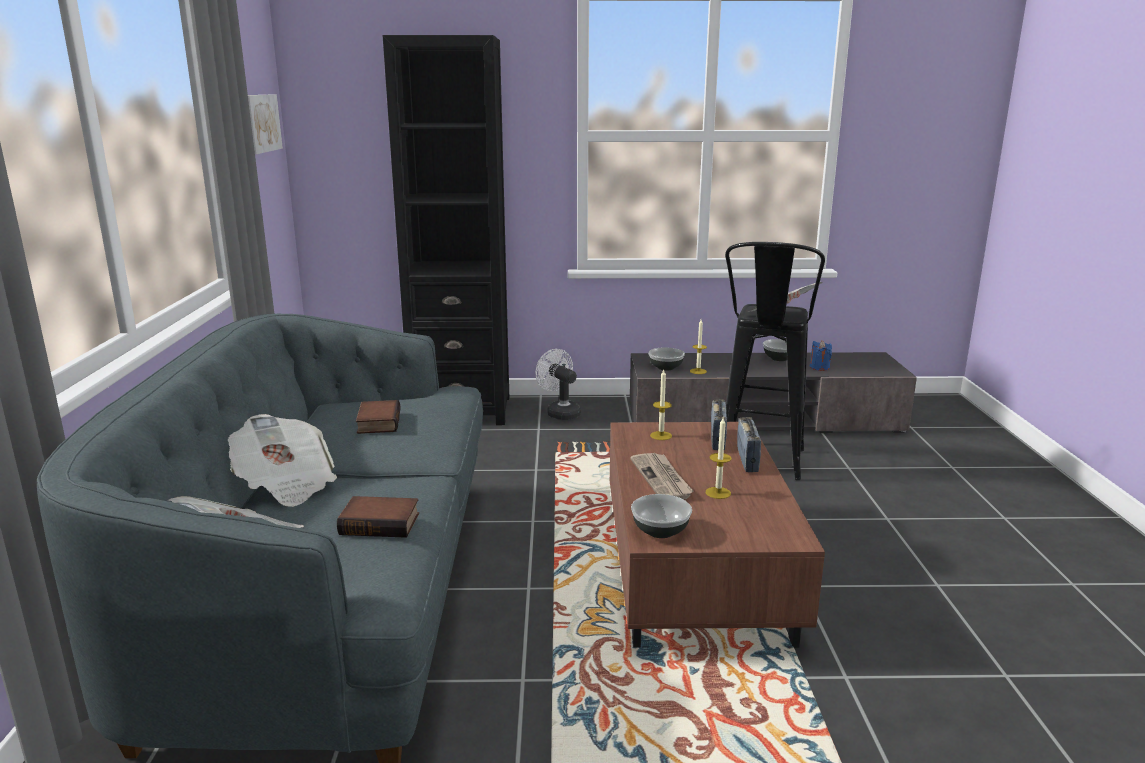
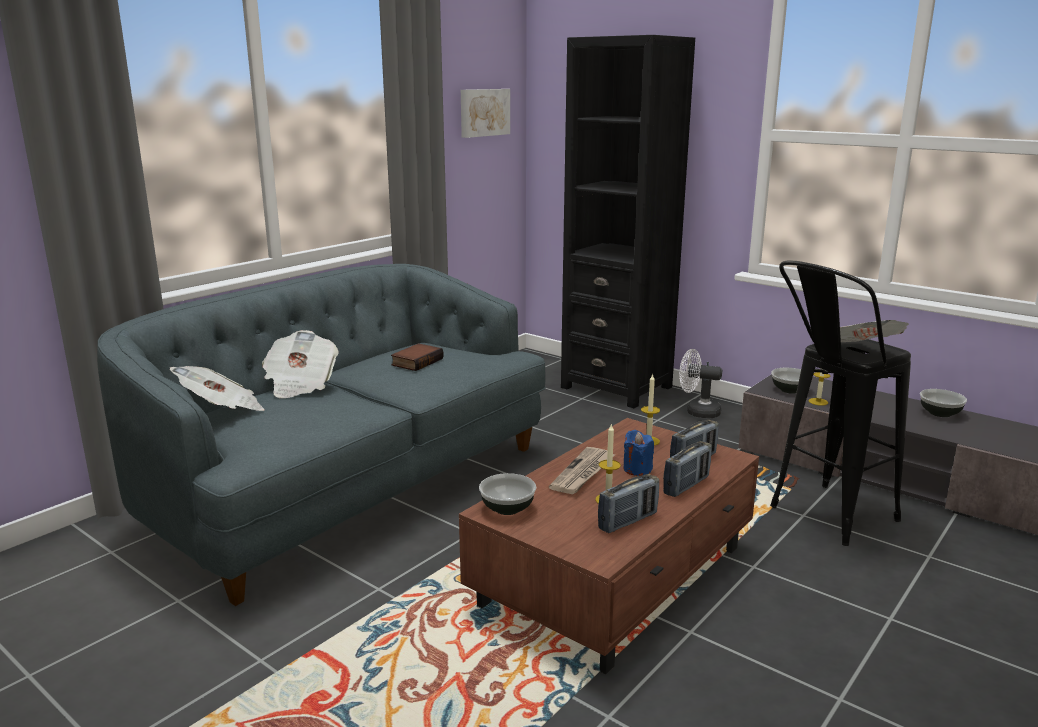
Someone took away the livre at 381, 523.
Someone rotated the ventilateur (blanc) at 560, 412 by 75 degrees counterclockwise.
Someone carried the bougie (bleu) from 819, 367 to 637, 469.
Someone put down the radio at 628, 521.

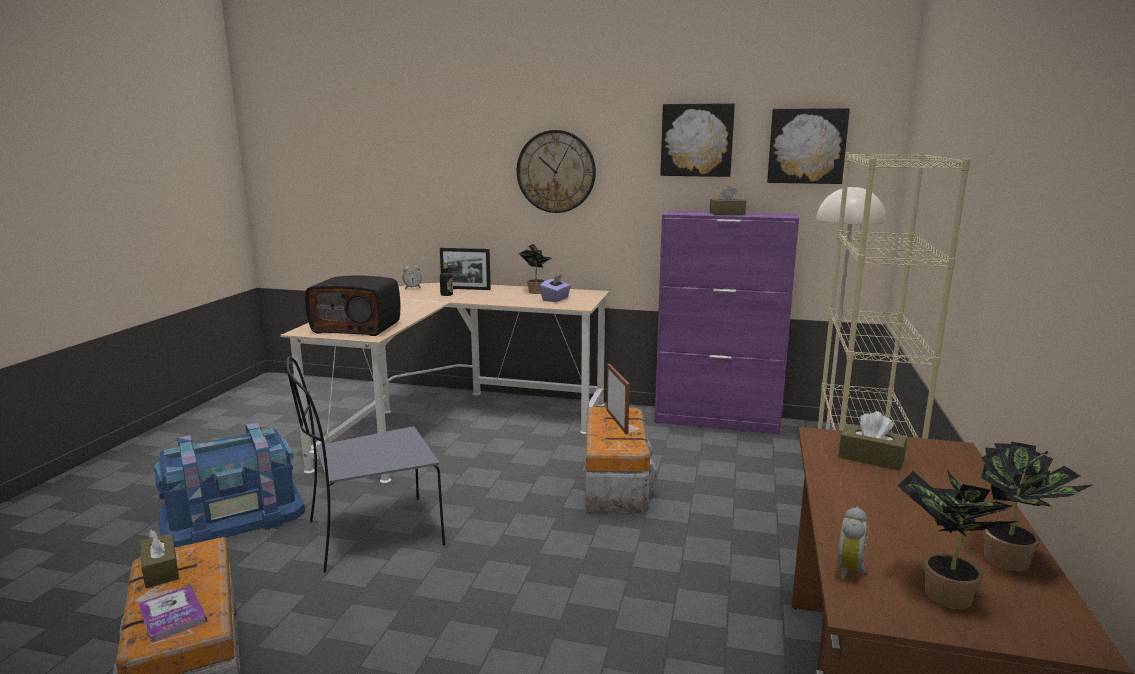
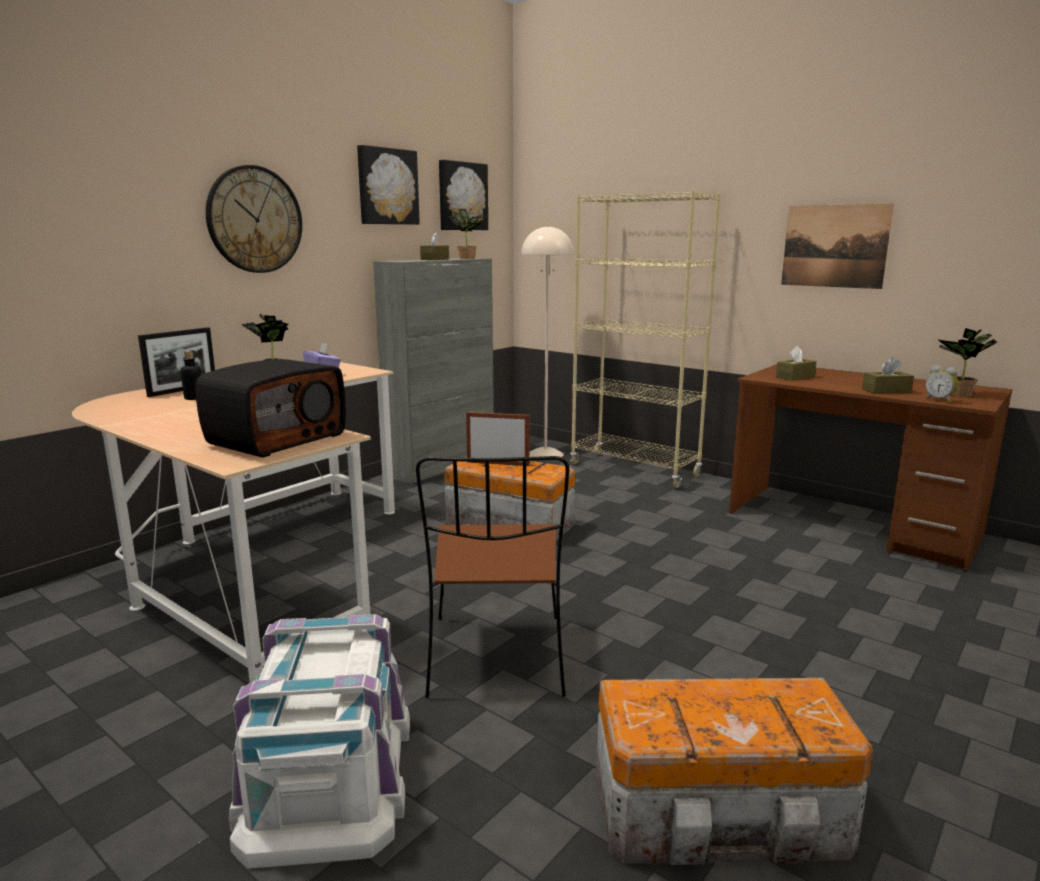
Someone took away the livre at 172, 615.
Someone carried the boîte à mouchoirs (marron) from 161, 570 to 886, 391.
Someone repainted the boîte de rangement (bleu) at 233, 514, which became the boîte de rangement (blanc) at 327, 773.
Someone repainted the chaise (gris) at 371, 534, which became the chaise (marron) at 497, 658.
Someone took away the réveil at 412, 288.
Someone repainted the meuble de rangement (violet) at 717, 421, which became the meuble de rangement (gris) at 442, 465.
Someone carried the plante en pot from 1013, 562 to 469, 258.
Someone put up the tableau at 834, 246.

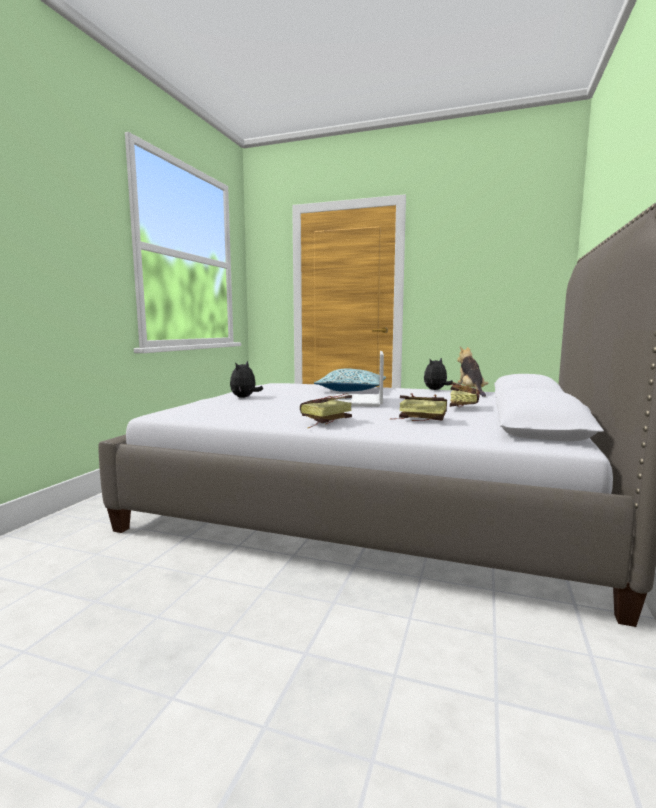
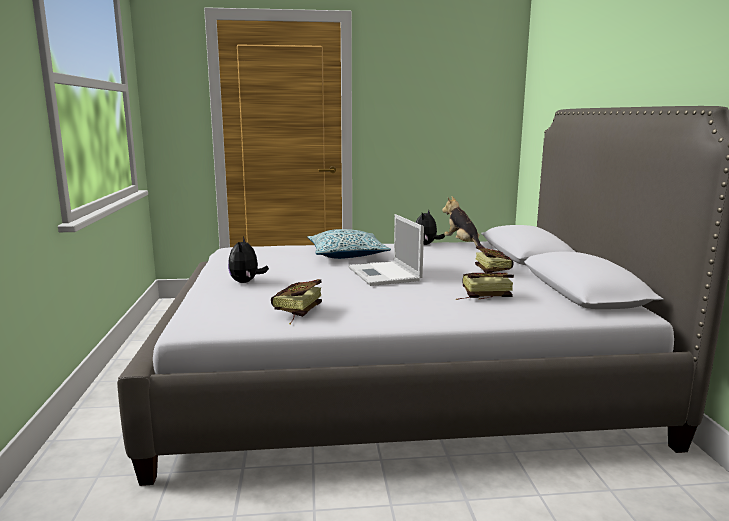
Someone carried the livre from 322, 423 to 295, 313.

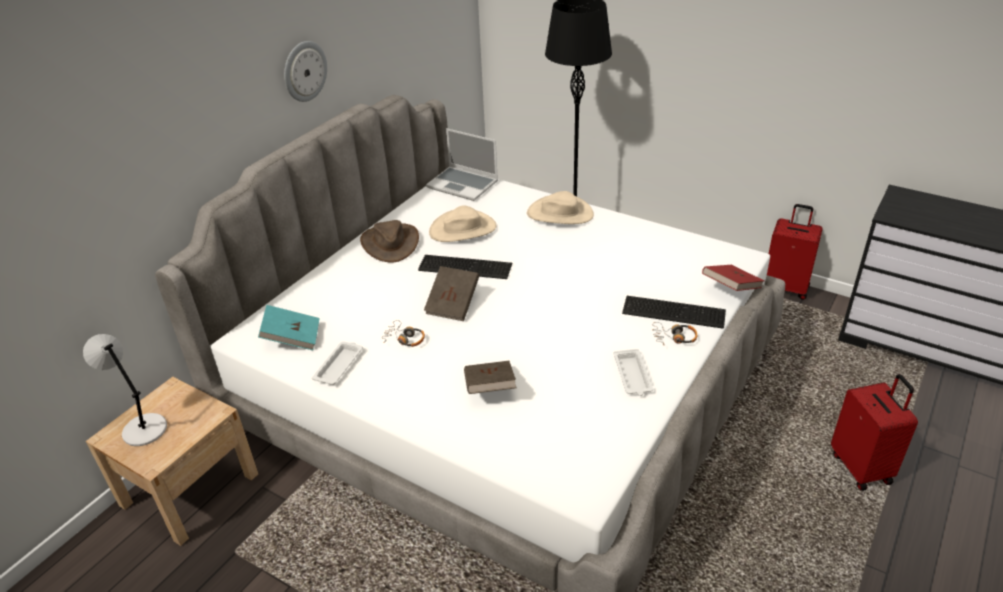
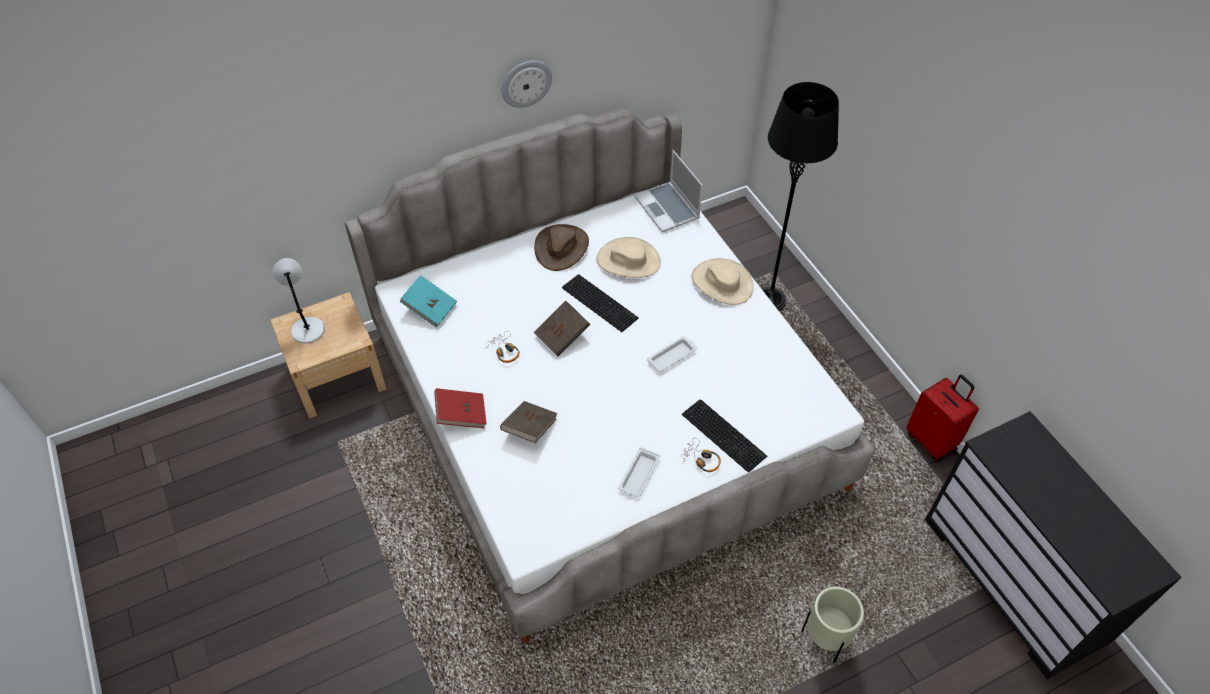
Someone carried the plateau (blanc) from 339, 365 to 672, 356.
Someone carried the livre (rouge) from 731, 288 to 461, 415.
Someone swapped the valise (rouge) at 862, 467 for the cache-pot (beige) at 825, 640.

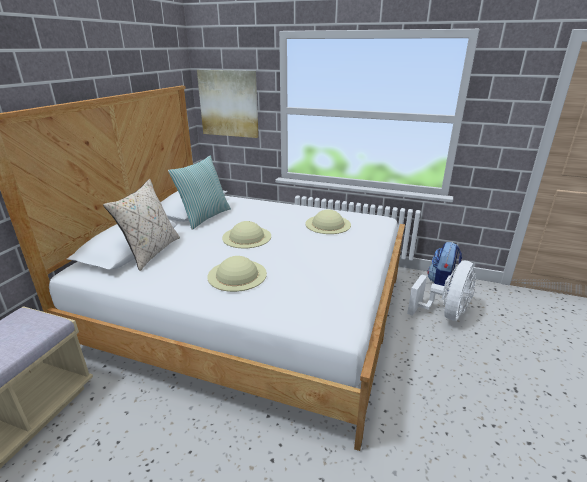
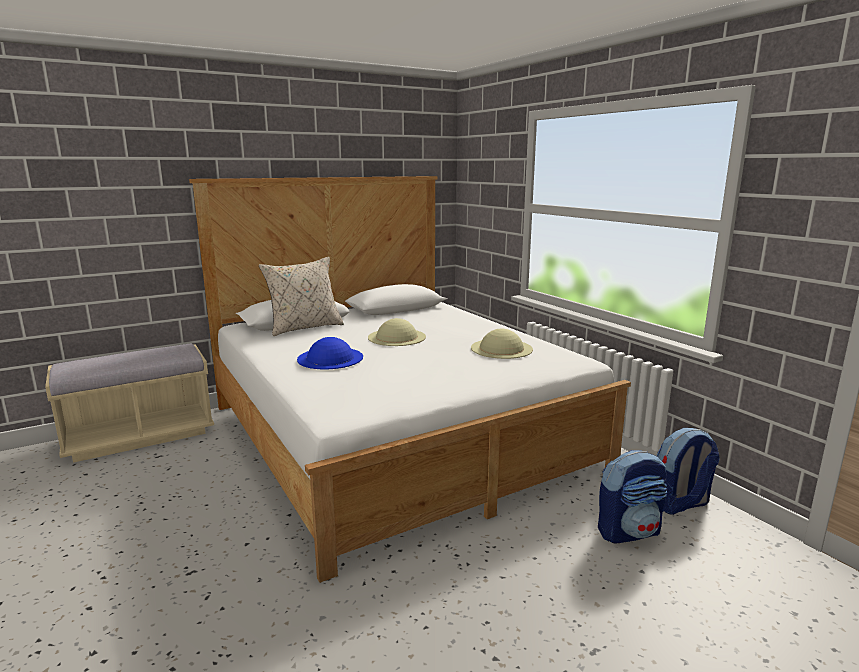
Someone took away the coussin at 204, 217.
Someone took away the tableau at 229, 103.
Someone repainted the chapeau (beige) at 237, 275, which became the chapeau (bleu) at 330, 358.
Someone swapped the ventilateur (blanc) at 445, 313 for the sac à dos at 629, 531.

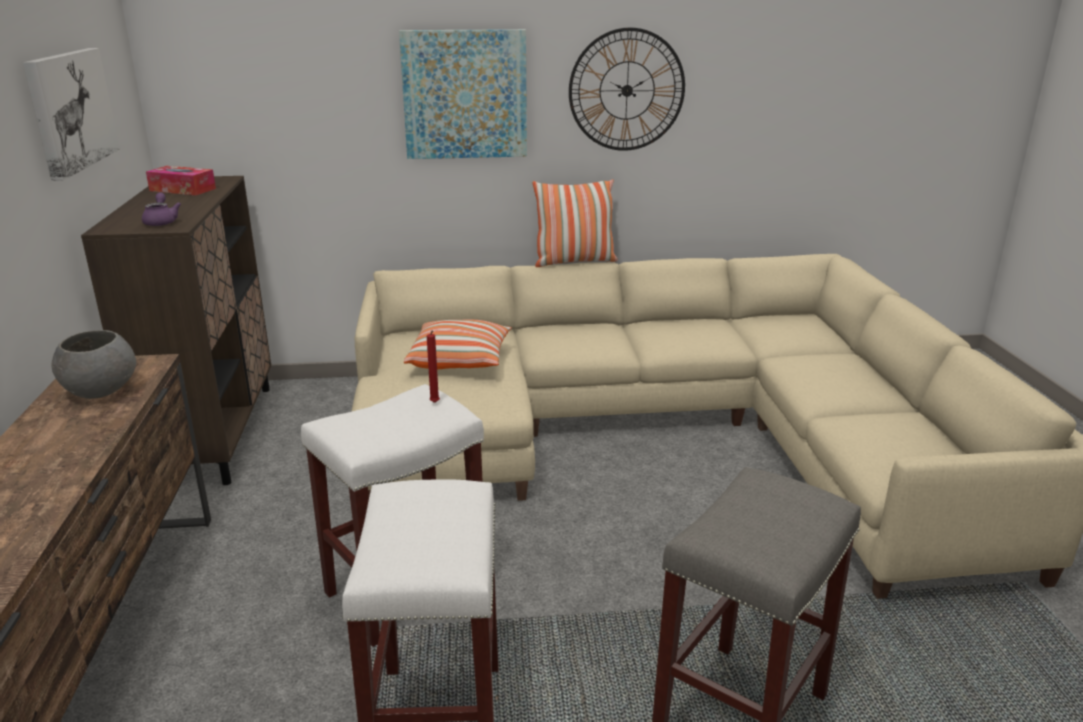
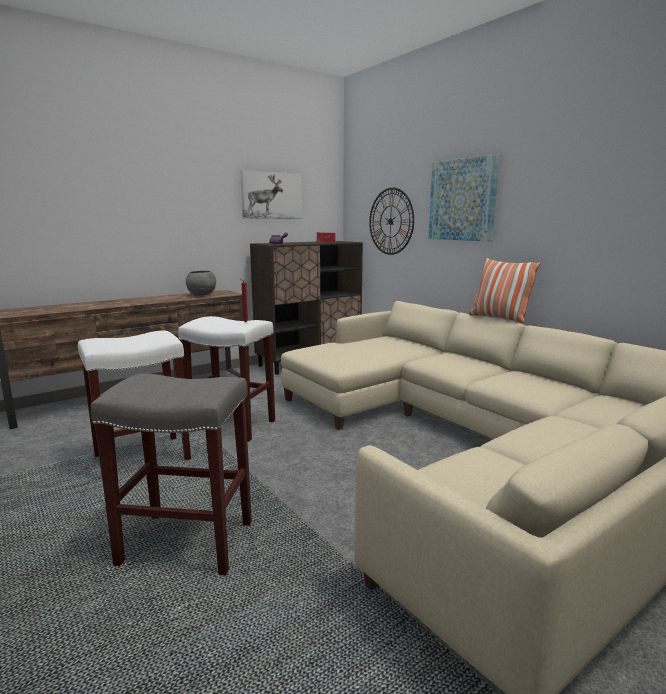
Someone took away the coussin at 460, 360.
Someone carried the horloge murale from 627, 90 to 390, 221.

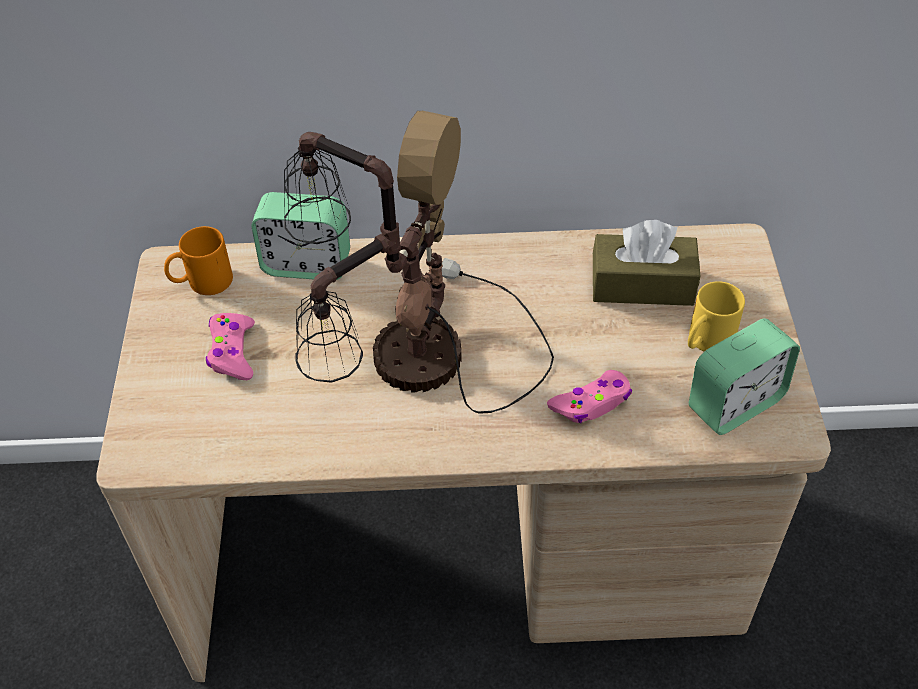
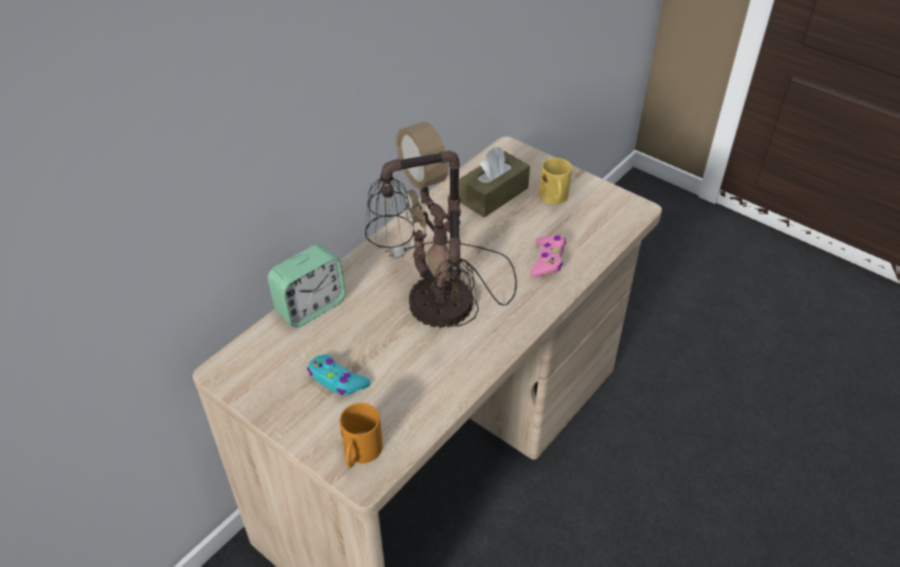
Someone carried the mug (orange) from 202, 283 to 360, 454.
Someone repainted the manette (rose) at 232, 352, which became the manette (turquoise) at 337, 380.
Someone took away the réveil at 735, 404.

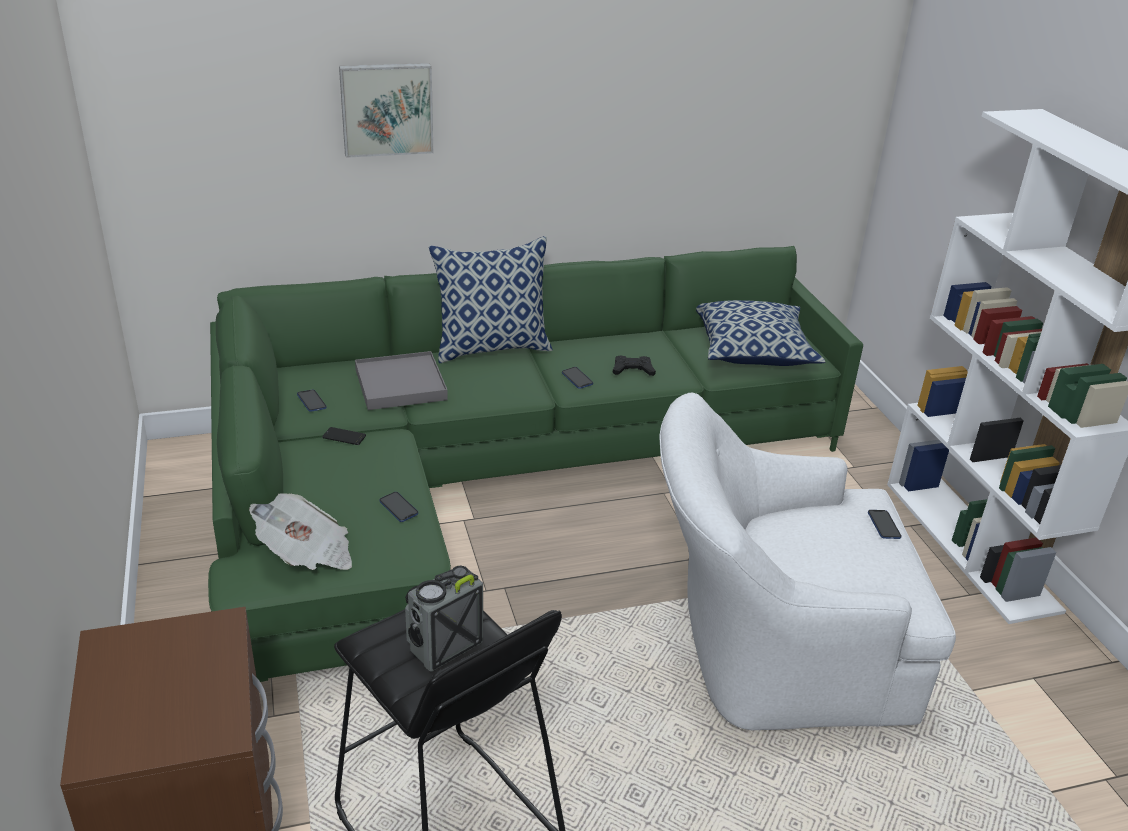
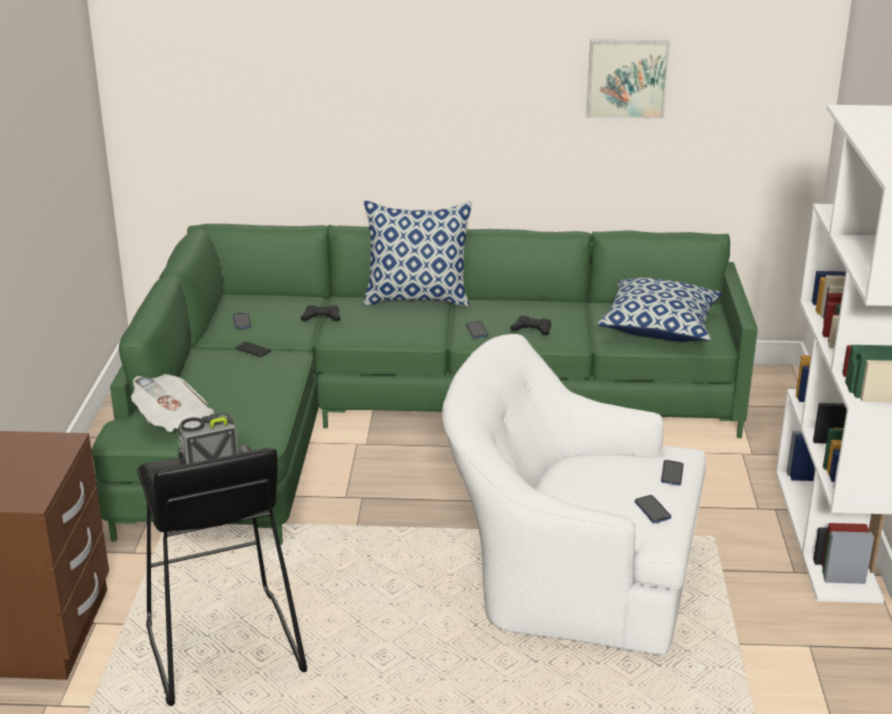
Someone carried the tableau from 386, 109 to 626, 78.
Someone swapped the plateau (gris) at 401, 384 for the manette (noir) at 321, 318.
Someone carried the téléphone from 398, 508 to 652, 510.

